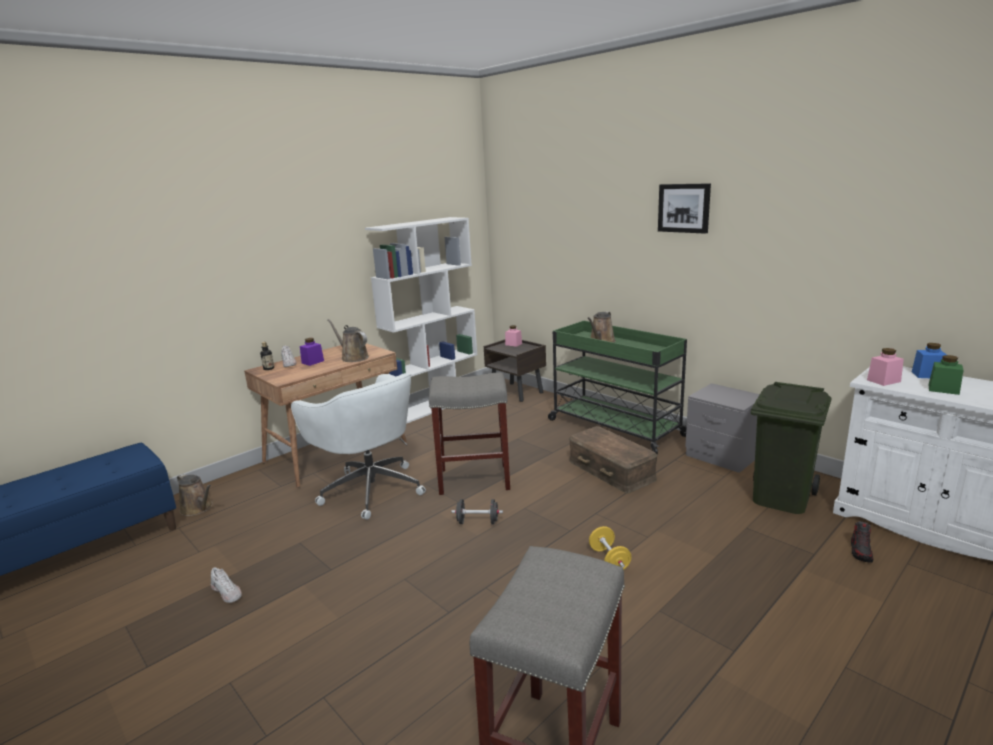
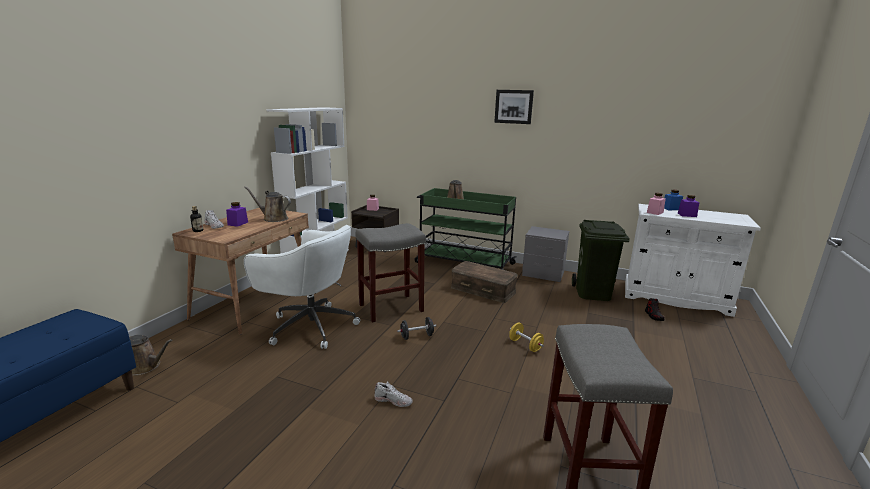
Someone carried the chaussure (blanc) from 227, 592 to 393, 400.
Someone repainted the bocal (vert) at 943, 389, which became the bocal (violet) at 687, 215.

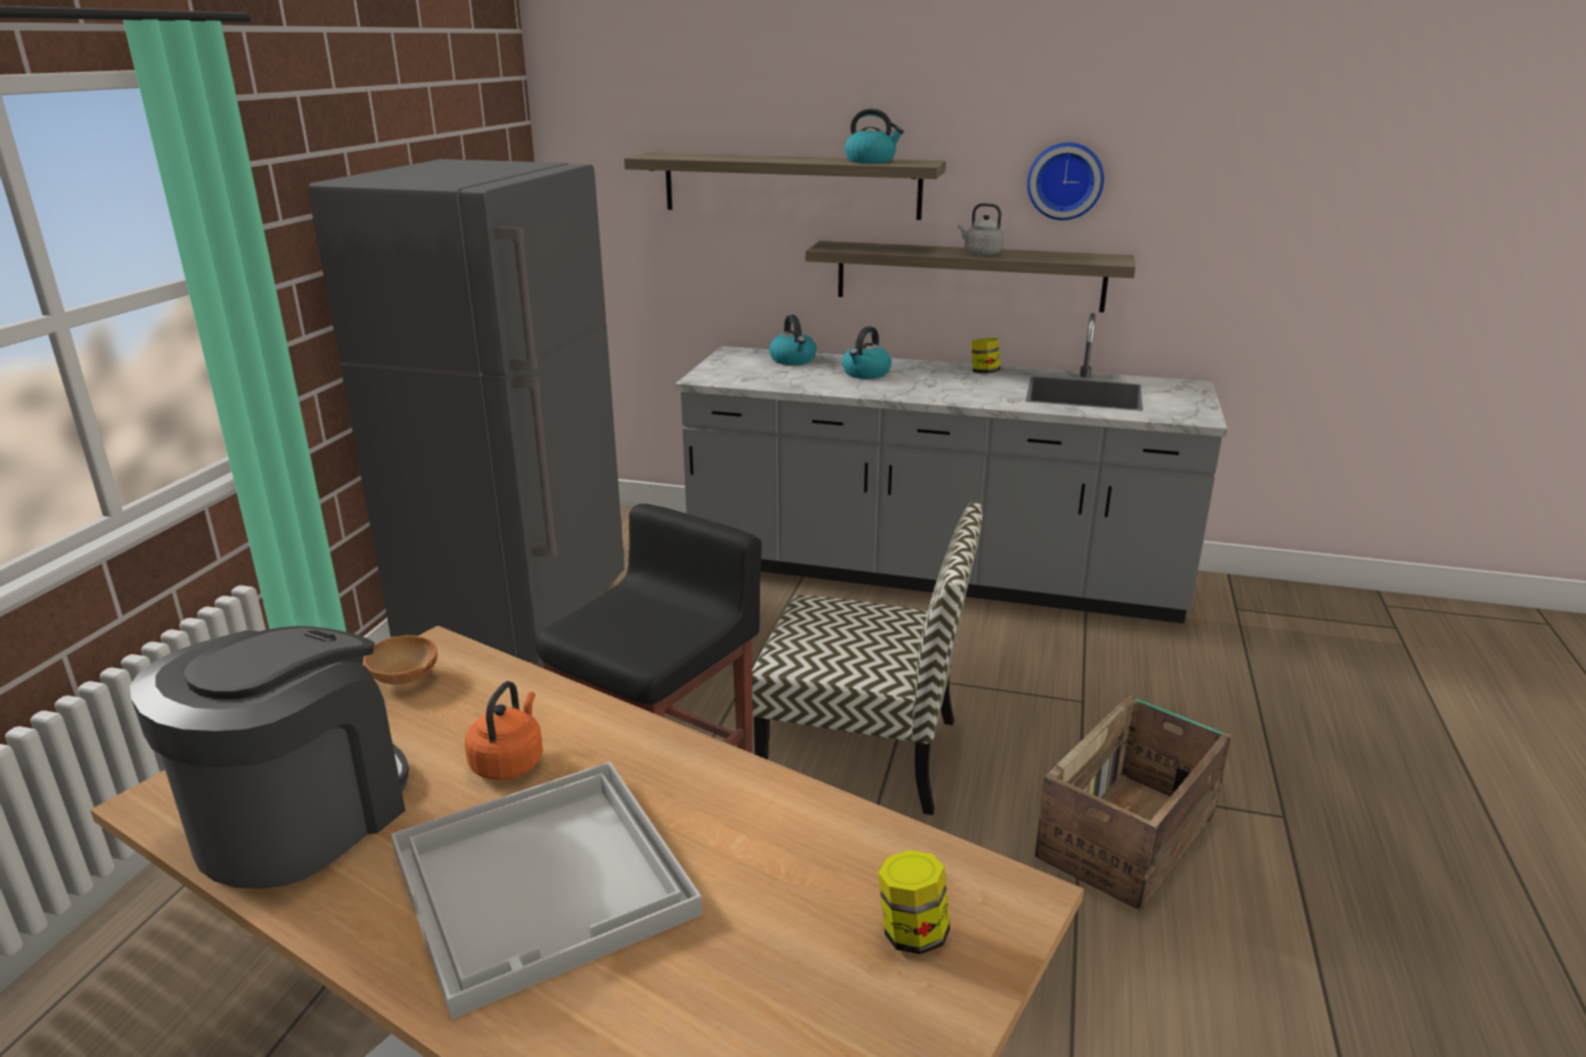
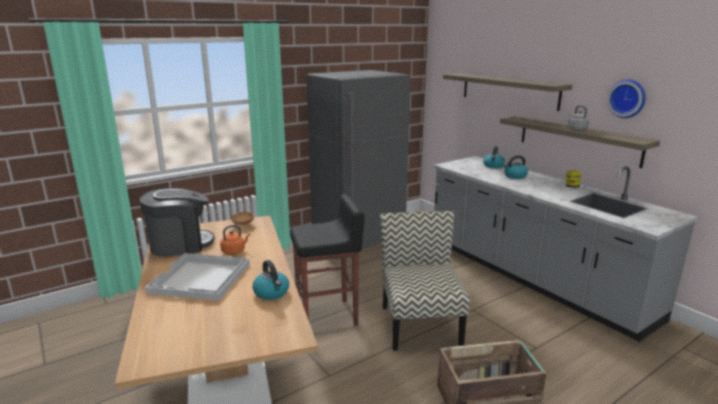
Someone rotated the chaise at 863, 751 by 150 degrees counterclockwise.
Someone carried the bouilloire from 871, 161 to 272, 293.
Someone took away the bocal at 912, 933.

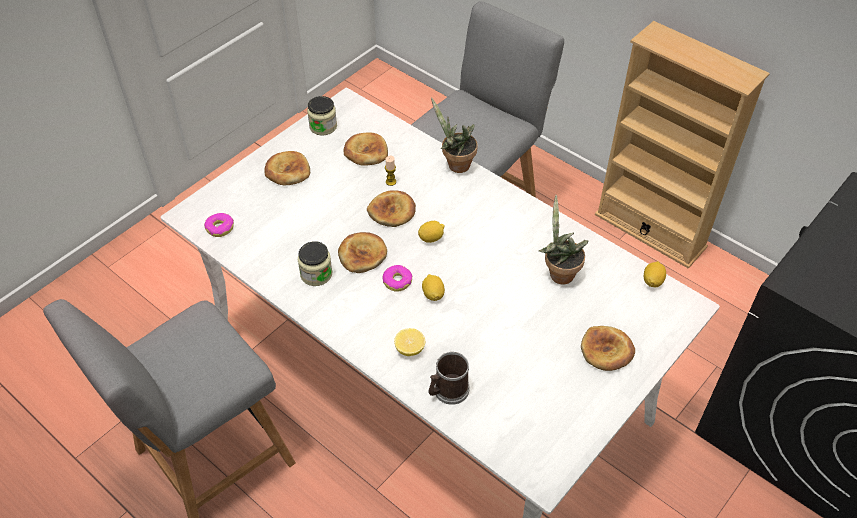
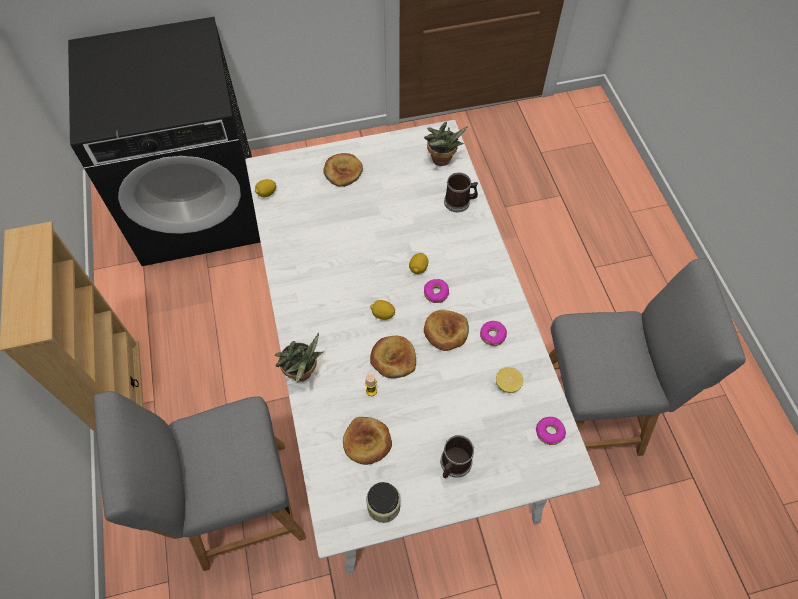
Someone swapped the pain at 287, 171 for the mug at 454, 465.
Someone swapped the bocal at 316, 274 for the beignet at 492, 335.
Someone carried the citron from 410, 349 to 507, 384.
Someone carried the plante en pot from 558, 273 to 441, 161.

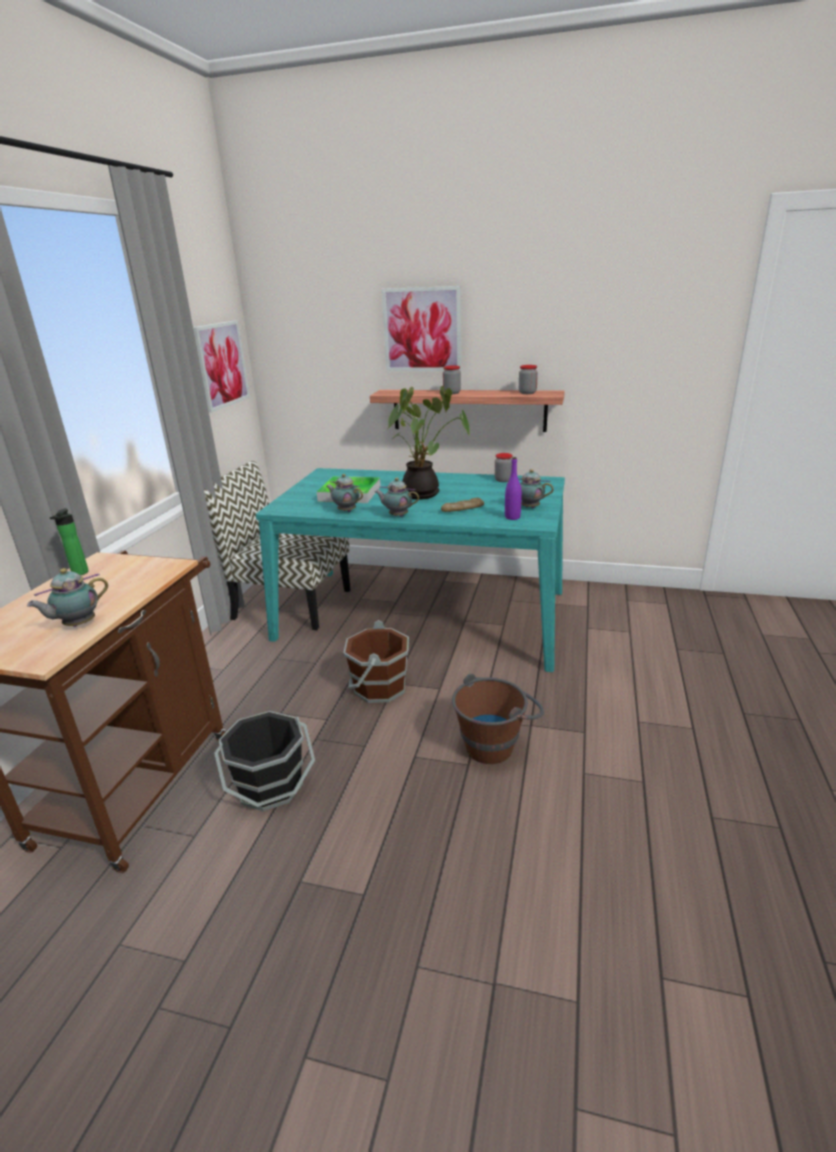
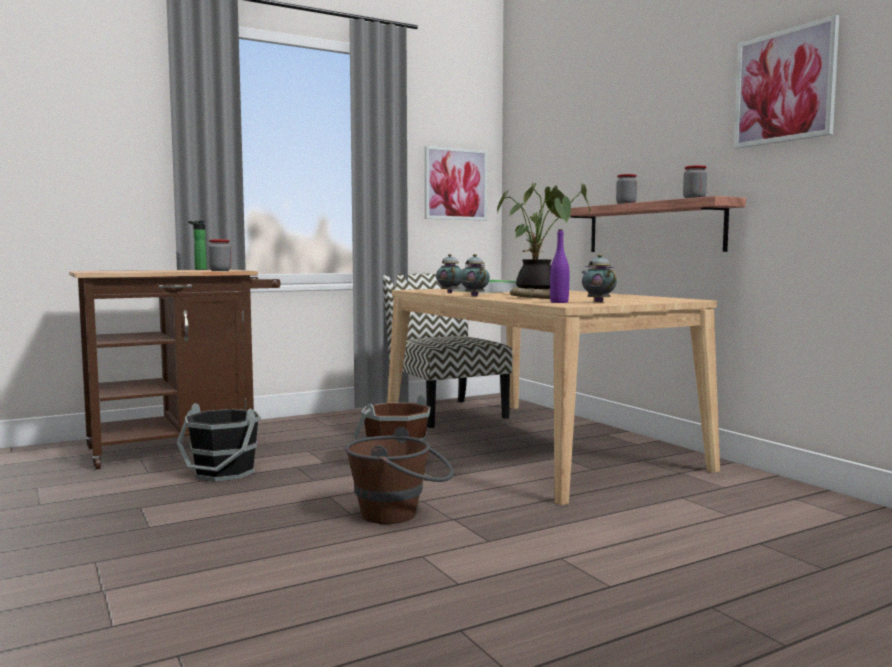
Someone took away the théière at 77, 625.
Someone repainted the table à manger (turquoise) at 422, 615, which became the table à manger (beige) at 532, 444.
Someone carried the tableau from 422, 330 to 784, 86.
Someone carried the bocal from 503, 480 to 220, 270.

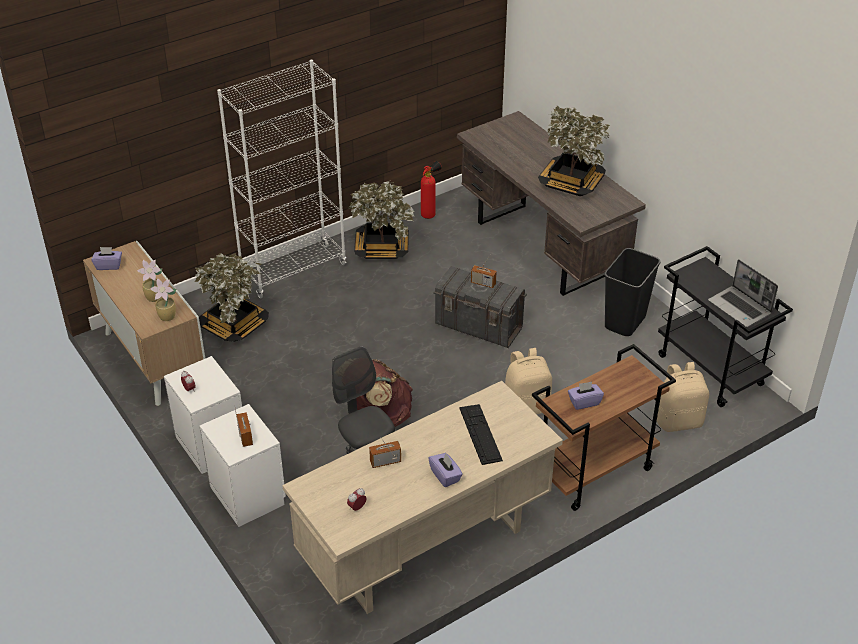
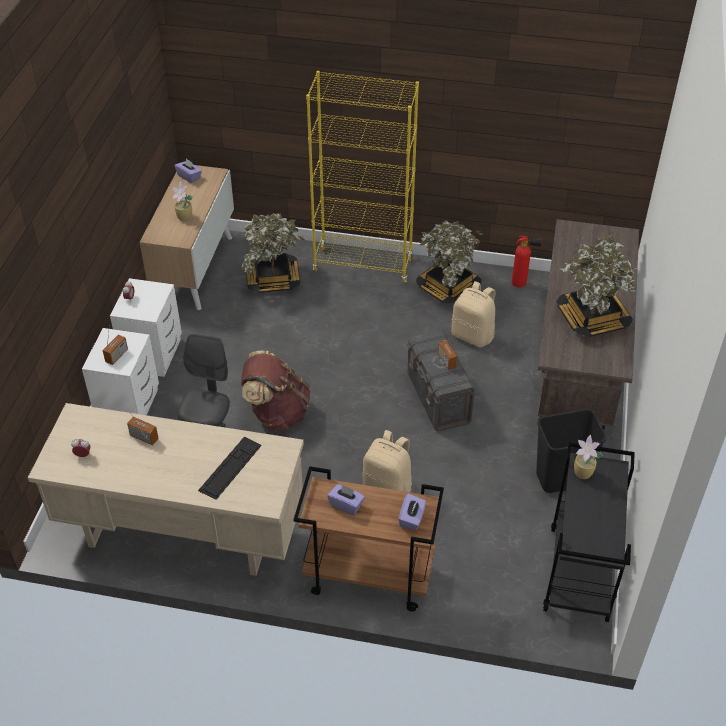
Someone carried the plante en pot from 168, 317 to 583, 474.
Someone repainted the bibliothèque (blanc) at 293, 271, which became the bibliothèque (jaune) at 363, 265.
Someone carried the boîte à mouchoirs (violet) from 445, 476 to 412, 518.
Someone carried the sac à dos (beige) from 678, 420 to 473, 335.
Someone took away the ordinateur portable at 740, 308.

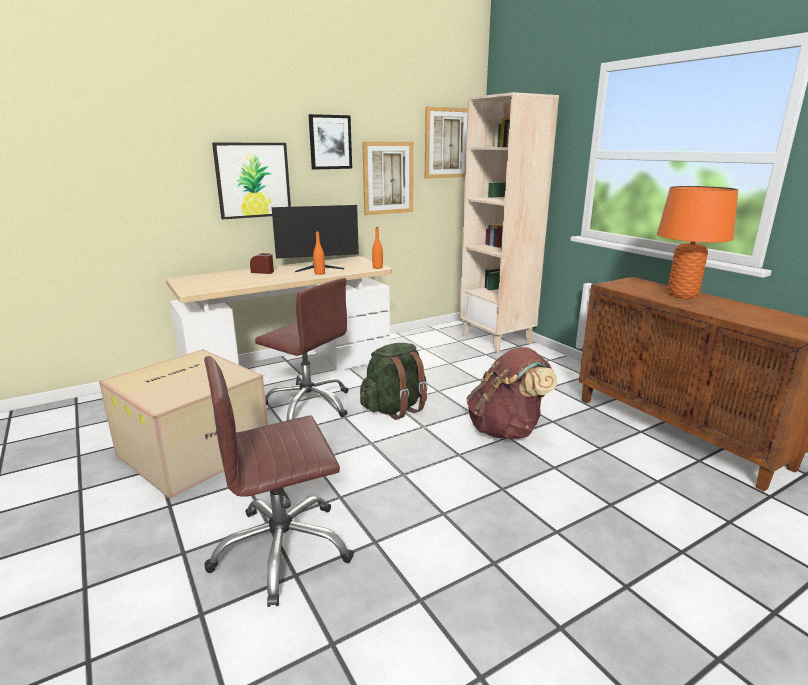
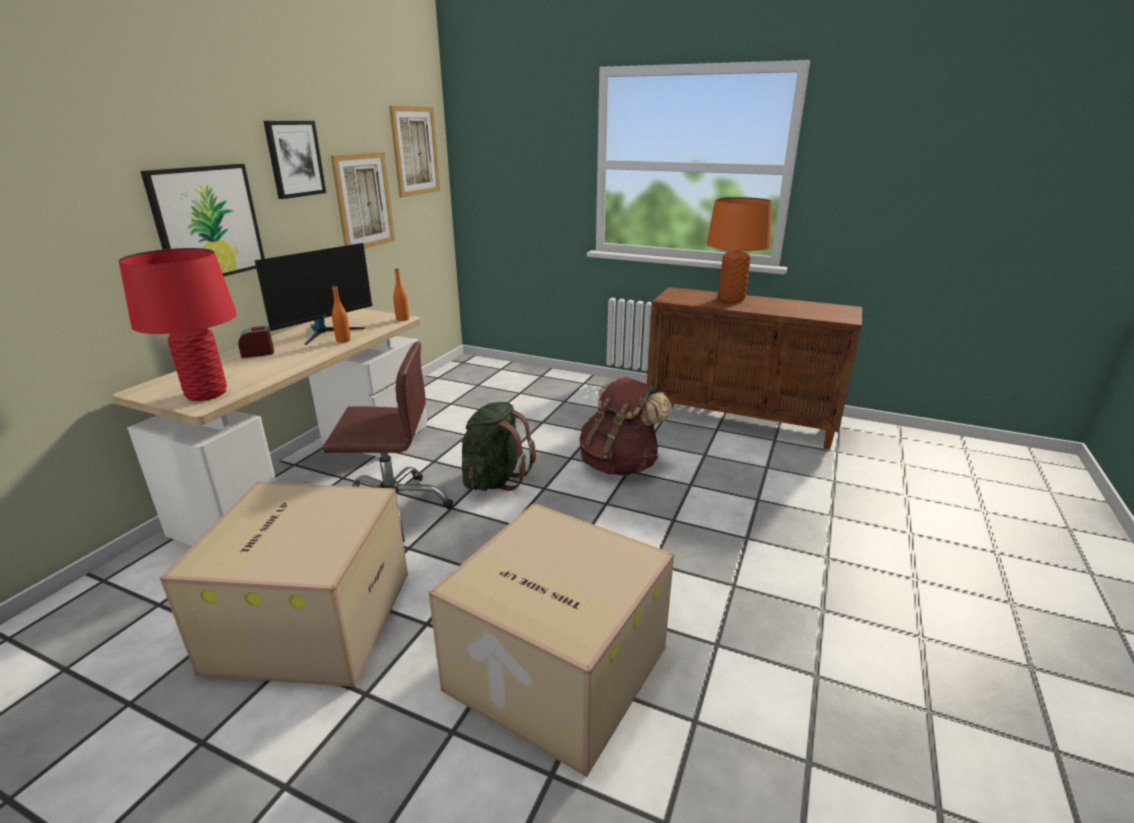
Someone swapped the chaise de bureau (marron) at 282, 549 for the carton at 553, 669.
Someone took away the bibliothèque (beige) at 497, 339.
Someone put down the lampe de table (rouge) at 207, 394.

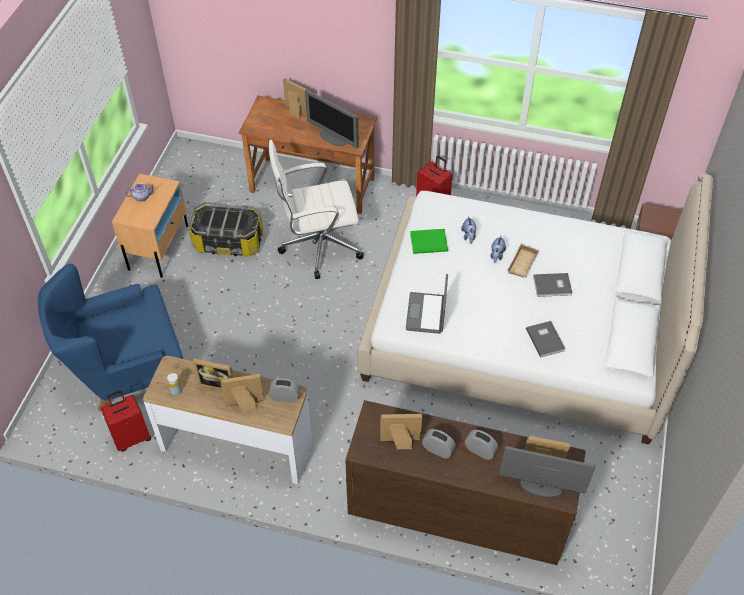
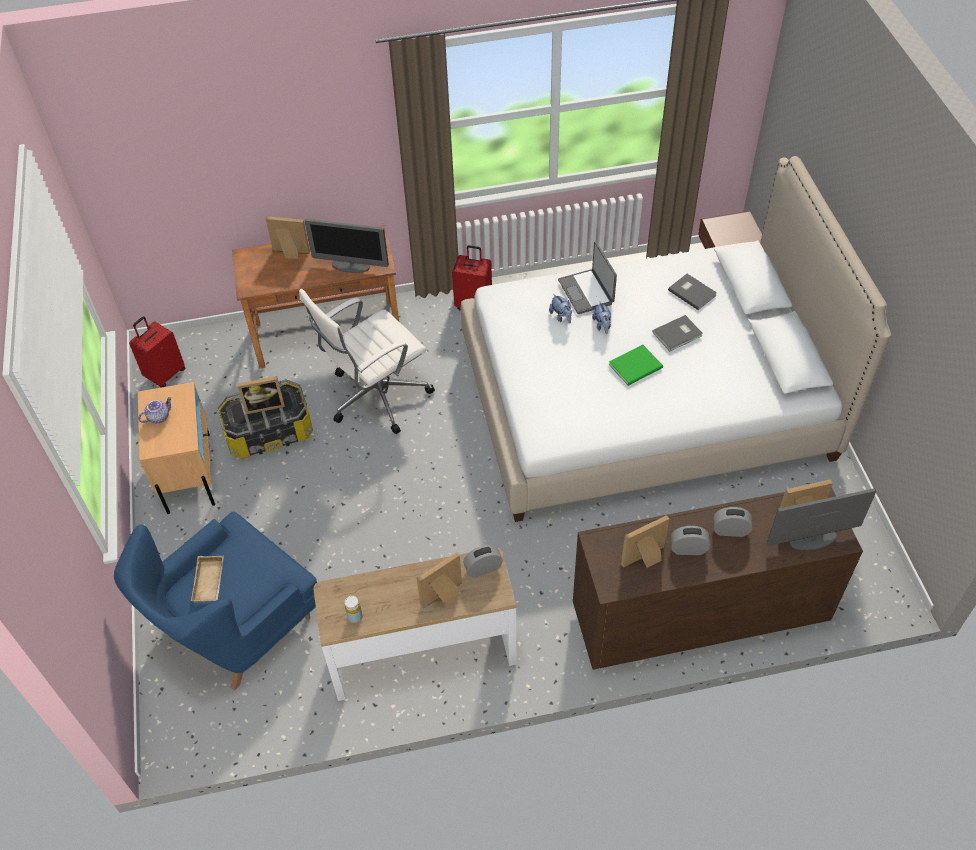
Someone carried the valise (rouge) from 132, 437 to 165, 374.
Someone carried the cadre photo from 218, 383 to 264, 405.
Someone carried the ordinateur portable from 427, 313 to 587, 292.
Someone carried the livre (vert) from 430, 243 to 637, 366.
Someone carried the plateau (beige) from 523, 264 to 210, 582.
Someone carried the livre (gris) from 545, 339 to 692, 292.

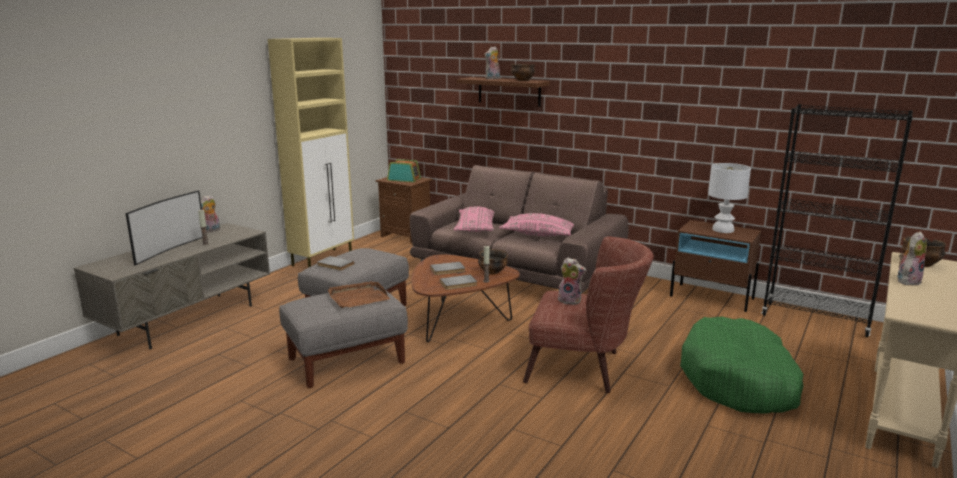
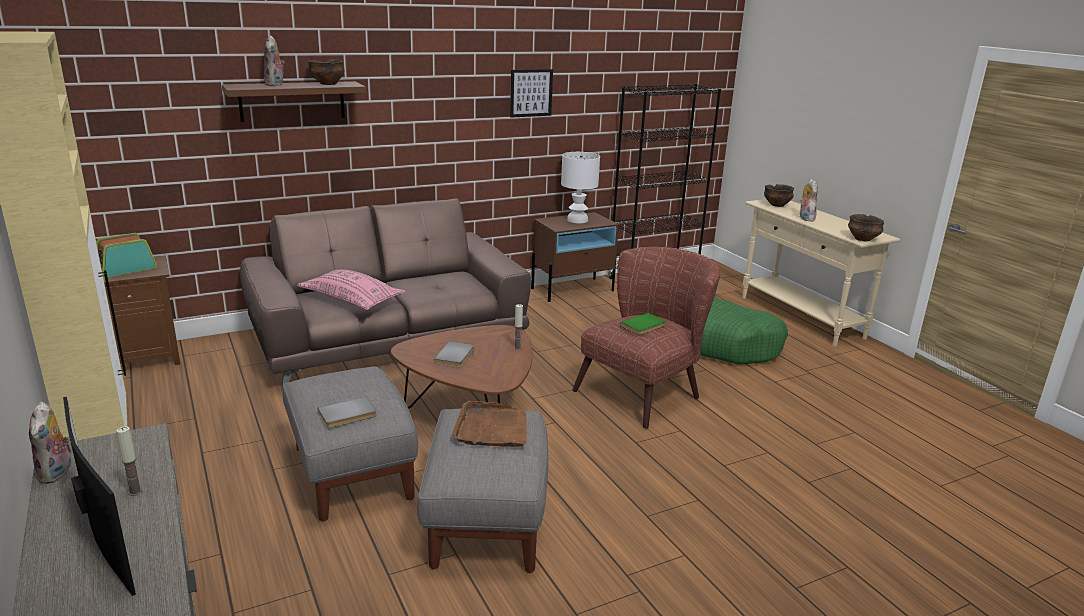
Someone took away the livre (gris) at 459, 284.
Someone carried the bol from 492, 272 to 863, 239.
Someone took away the coussin (rose) at 538, 234.
Someone swapped the peluche at 570, 300 for the livre (vert) at 644, 326.
Someone put up the tableau at 531, 93.

